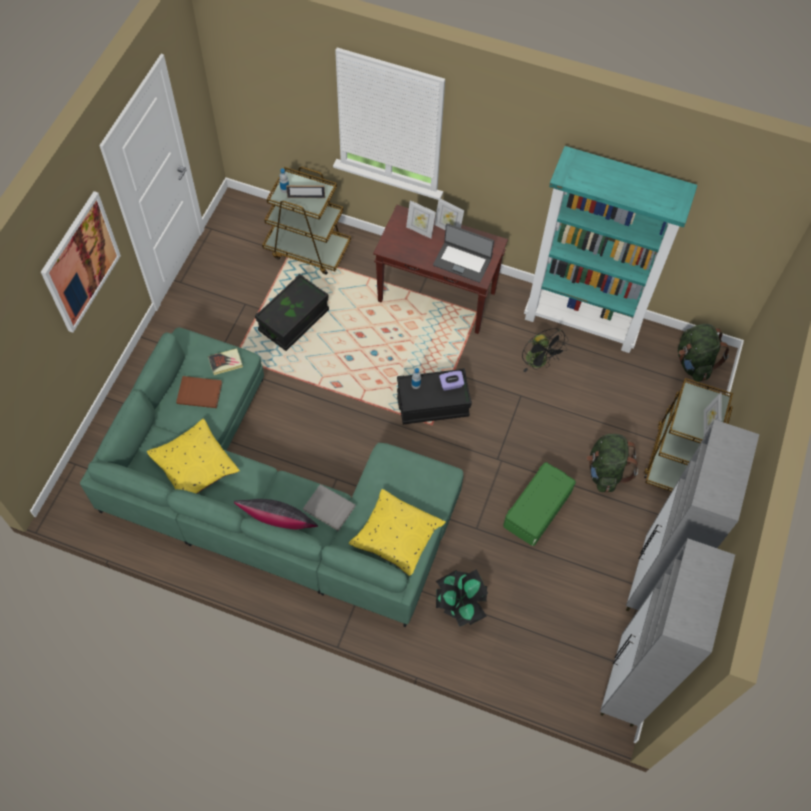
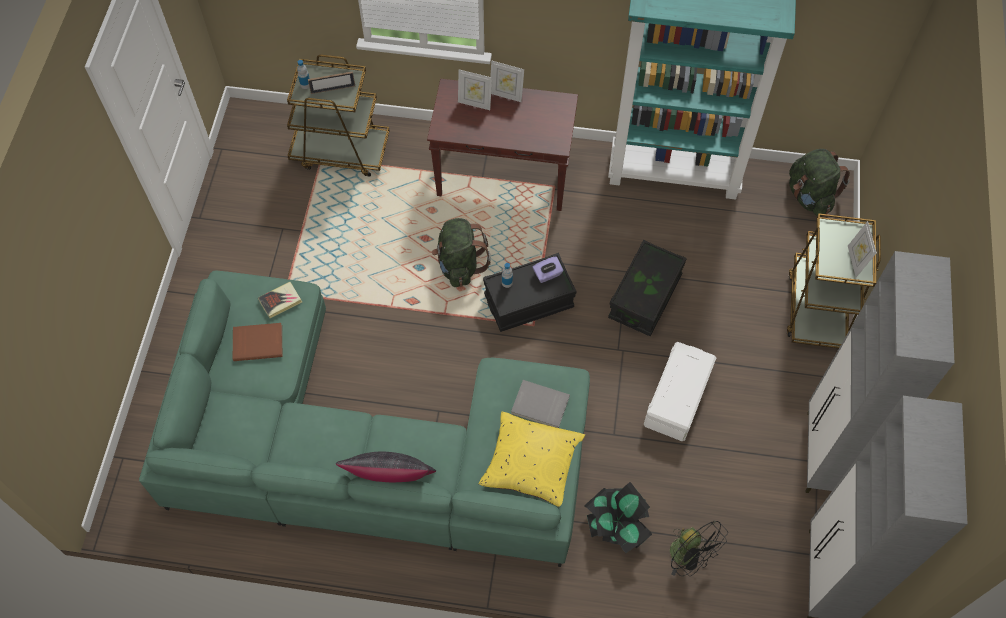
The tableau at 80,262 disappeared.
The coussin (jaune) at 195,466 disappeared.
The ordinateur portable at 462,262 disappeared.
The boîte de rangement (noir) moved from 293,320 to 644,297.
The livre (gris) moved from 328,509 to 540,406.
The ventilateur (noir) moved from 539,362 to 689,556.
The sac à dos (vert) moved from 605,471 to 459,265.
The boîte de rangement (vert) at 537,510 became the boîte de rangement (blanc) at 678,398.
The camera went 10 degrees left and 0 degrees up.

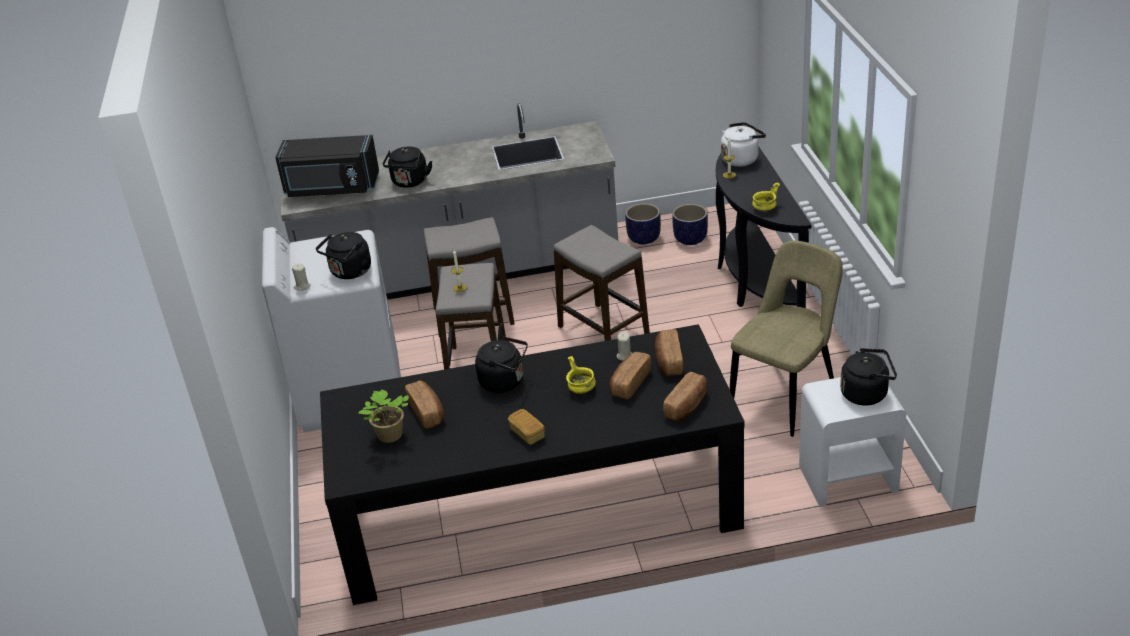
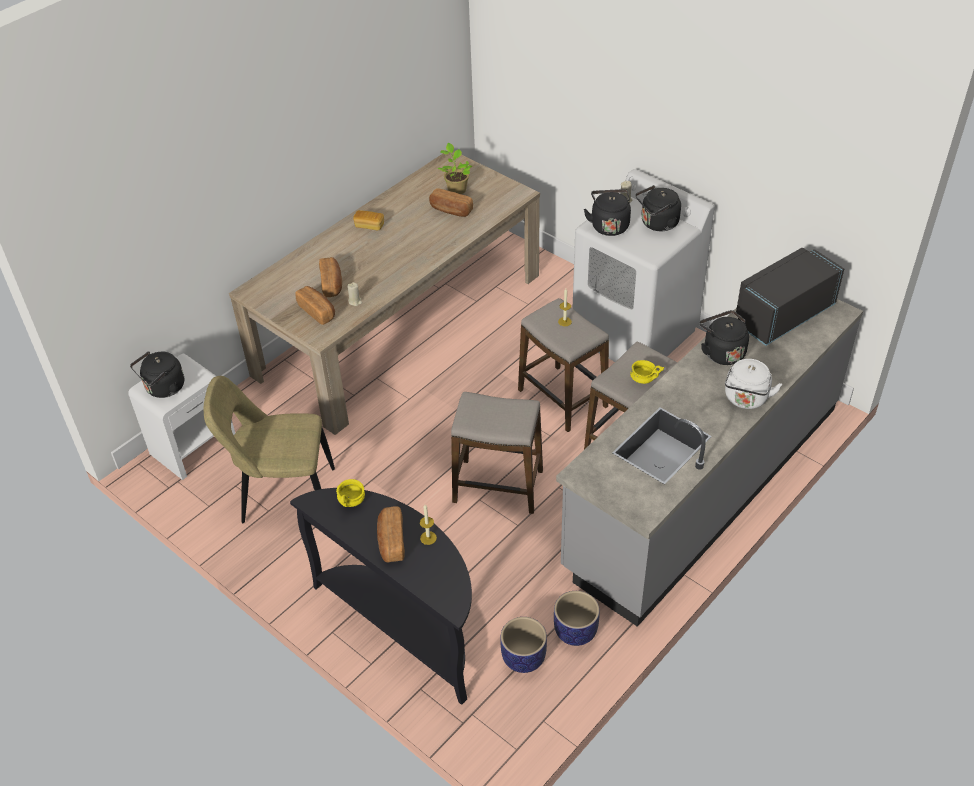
The bouilloire (noir) moved from 505,382 to 657,224.
The bol (jaune) moved from 581,389 to 643,379.
The pain moved from 687,406 to 391,541.
The bouilloire (blanc) moved from 741,159 to 746,399.
The table à manger (noir) at 538,511 became the table à manger (beige) at 400,324.
The chaise (beige) at 786,397 turned 90 degrees clockwise.
The camera went 140 degrees right and 10 degrees up.

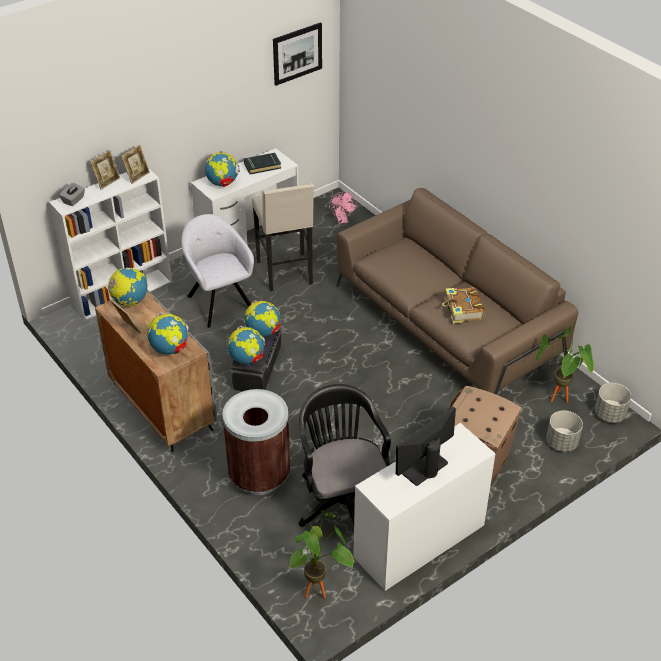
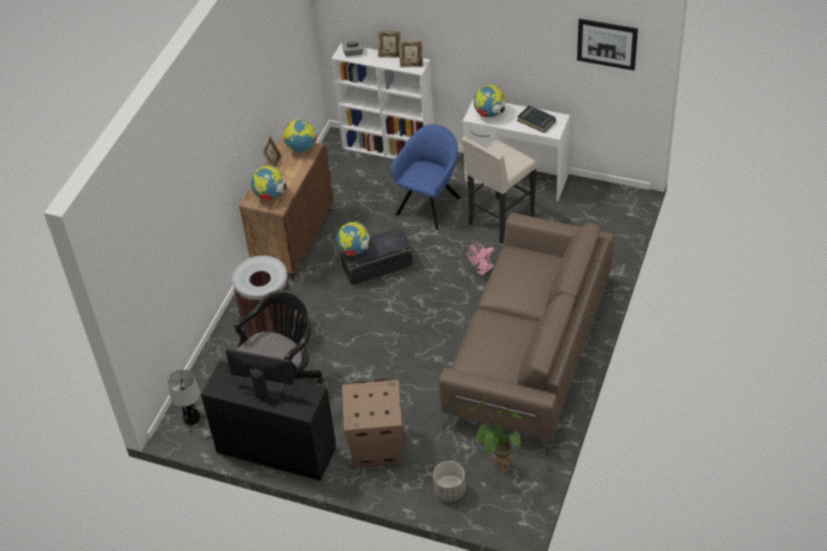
The globe at 263,332 disappeared.
The livre at 462,310 disappeared.
The cache-pot (gris) at 610,414 disappeared.
The ventilateur (rose) moved from 342,220 to 482,271.
The plante en pot at 320,591 was replaced by the lampe de table at 192,417.
The meuble de rangement (gris) at 161,406 became the meuble de rangement (marron) at 294,239.
The fauteuil (gris) at 219,301 became the fauteuil (bleu) at 429,204.
The bureau (blanc) at 419,541 became the bureau (noir) at 276,450.
The camera went 60 degrees right and 5 degrees up.

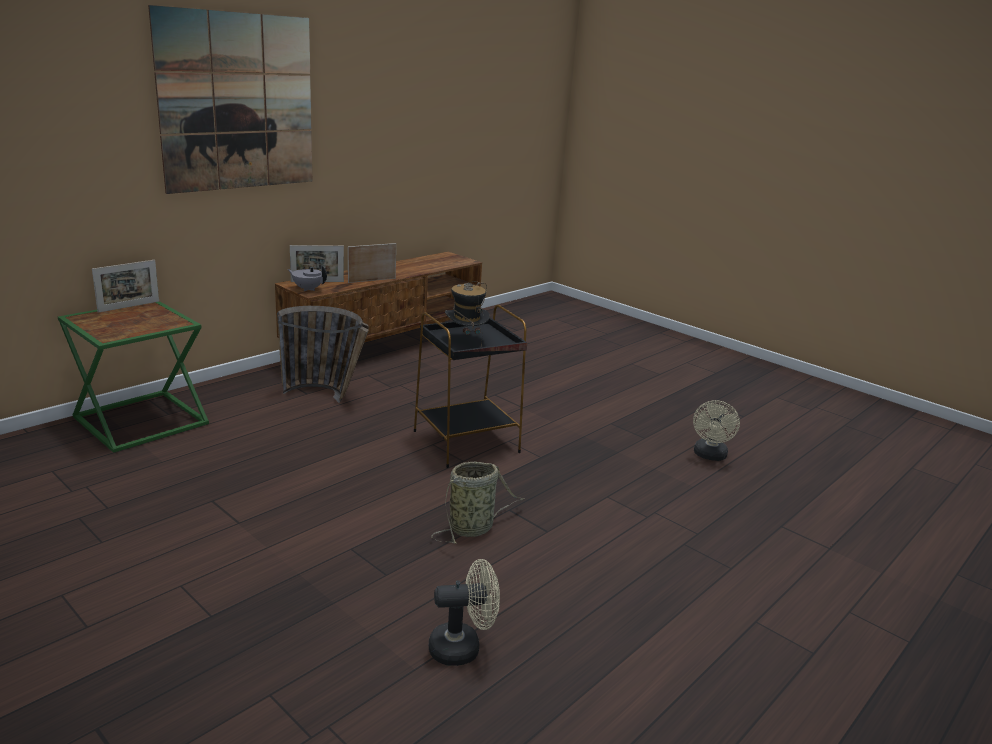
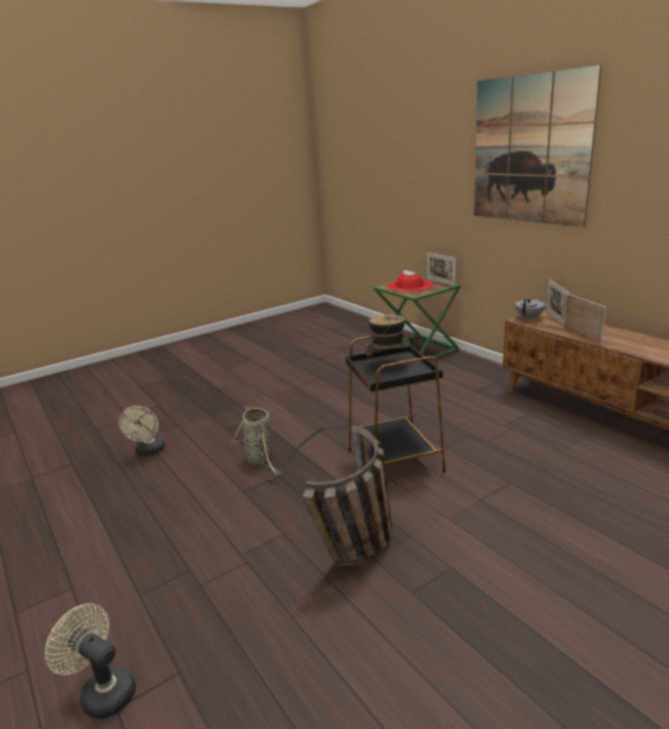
The chapeau (rouge) at 409,286 appeared.
The panier moved from 328,396 to 354,551.
The ventilateur (beige) moved from 709,456 to 103,691.
The camera went 105 degrees right and 0 degrees up.

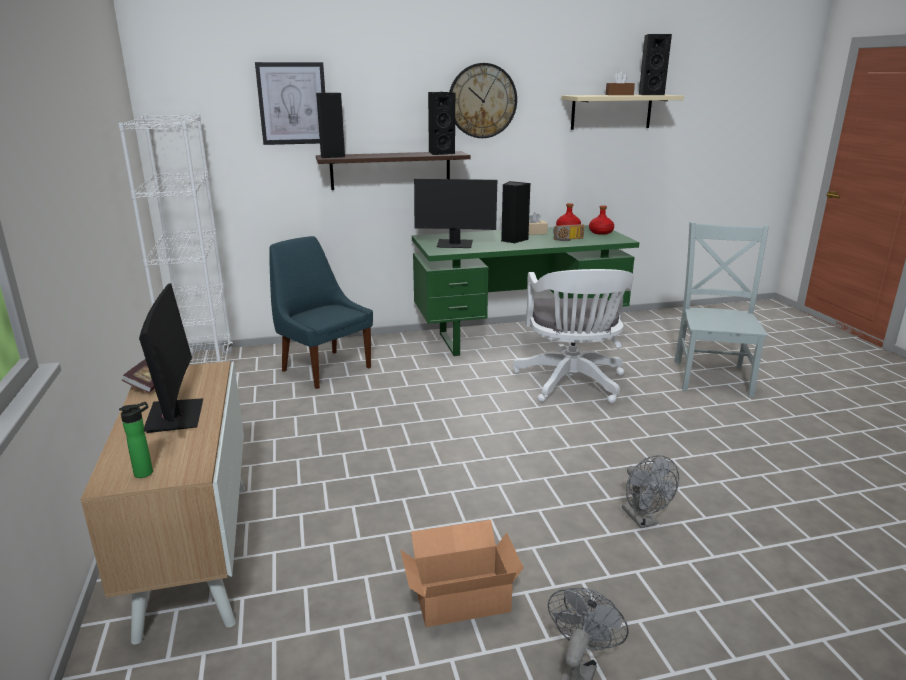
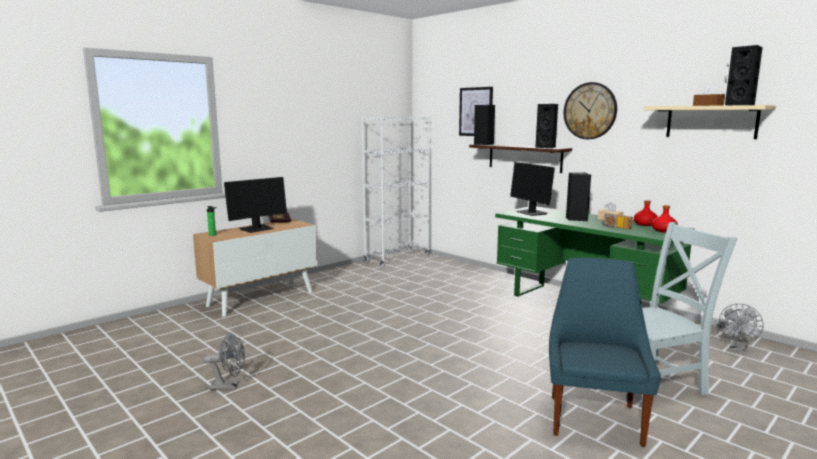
The carton at 458,596 disappeared.
The chaise de bureau (blanc) at 571,384 disappeared.
The chaise (bleu) moved from 324,368 to 594,418.
The ventilateur (gris) moved from 643,520 to 738,349.
The camera went 60 degrees right and 10 degrees down.

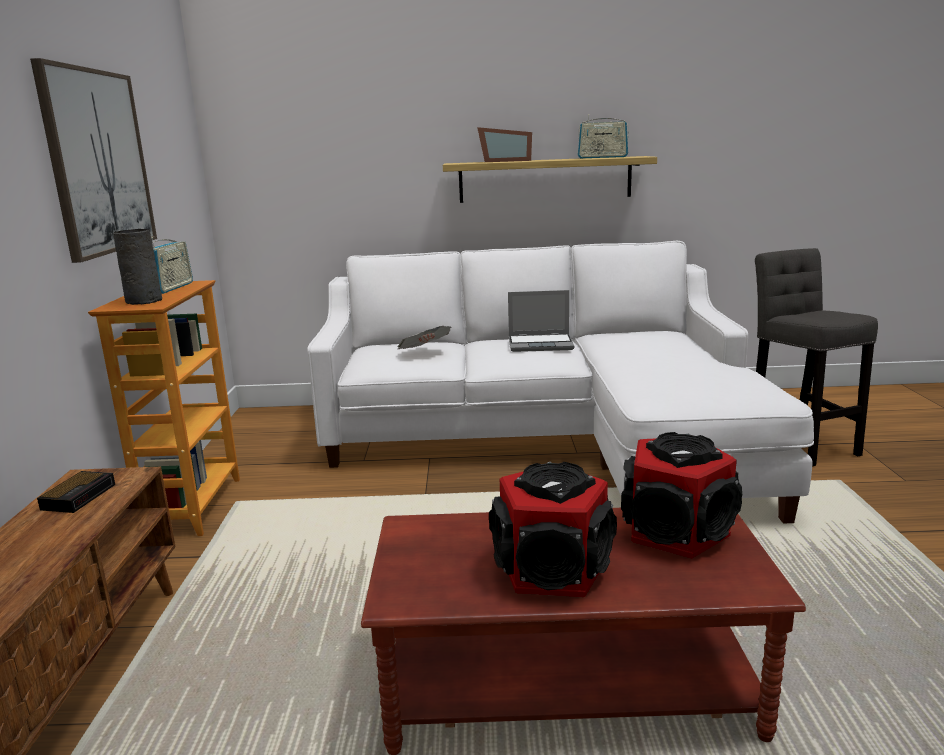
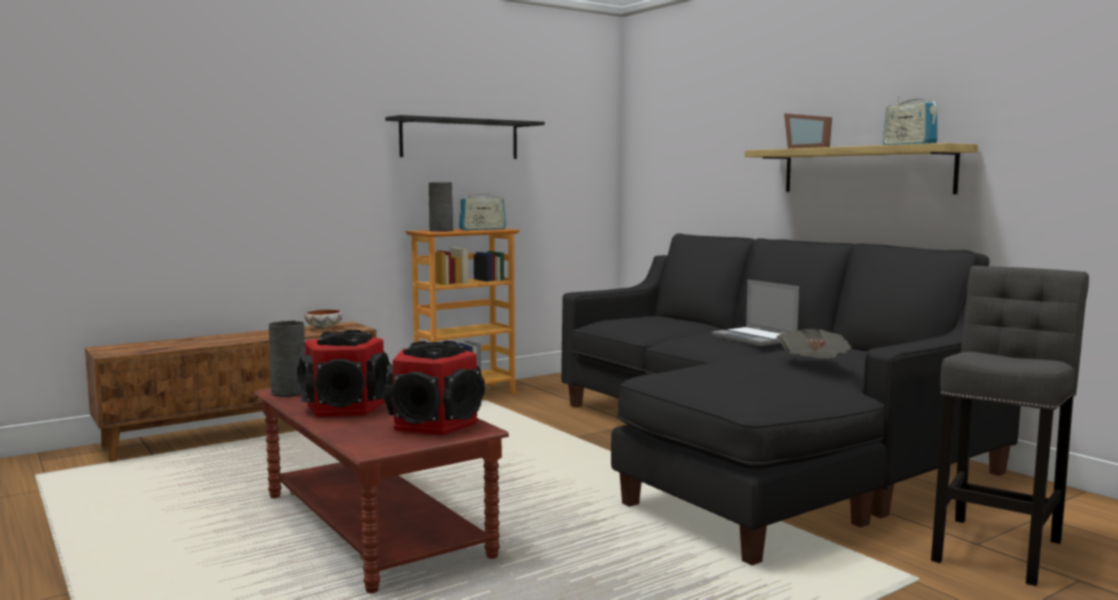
The vase (gris) at 290,393 appeared.
The journal moved from 424,353 to 814,364.
The tableau at 98,162 was replaced by the étagère (noir) at 460,139.
The réveil at 80,496 was replaced by the bol at 324,328.
The canapé (blanc) at 552,440 became the canapé (noir) at 753,449.
The camera went 55 degrees right and 10 degrees down.

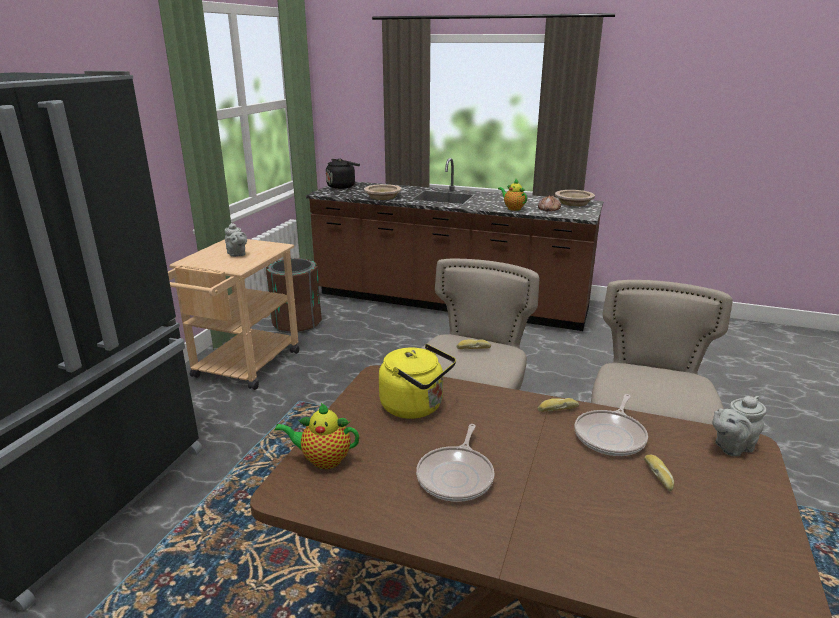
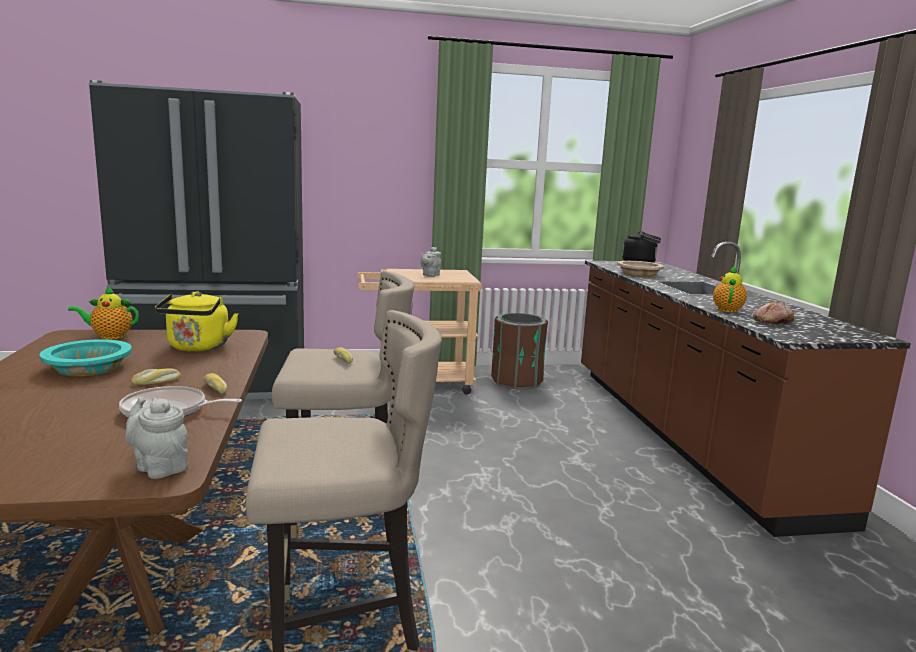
The bol (beige) at 573,203 disappeared.
The pain moved from 659,476 to 157,382.
The poêle at 456,476 was replaced by the bol (turquoise) at 89,367.
The théière at 323,460 turned 75 degrees counterclockwise.
The camera went 60 degrees right and 10 degrees down.

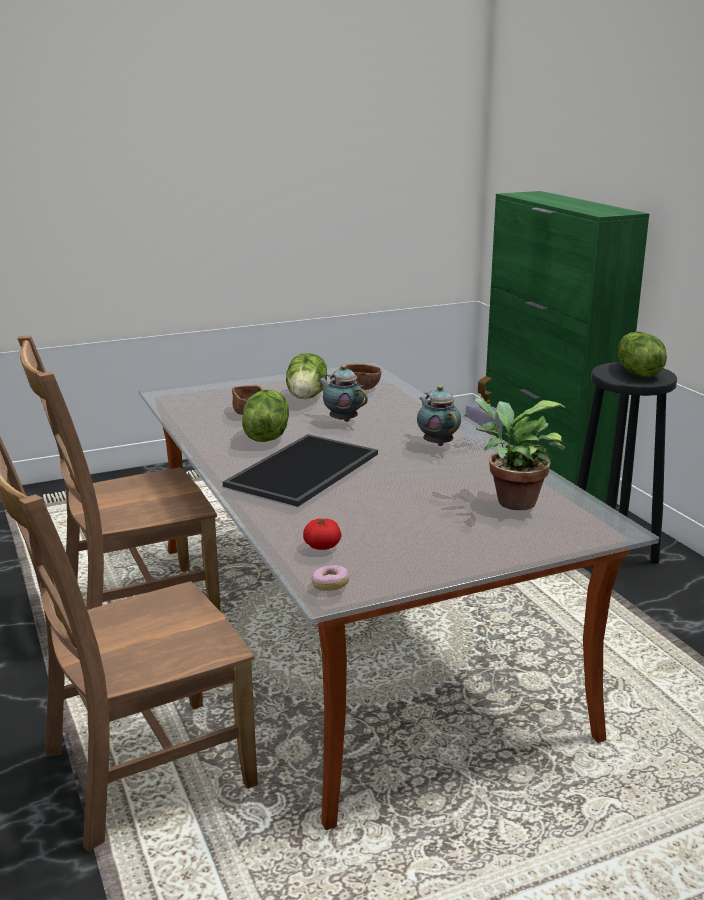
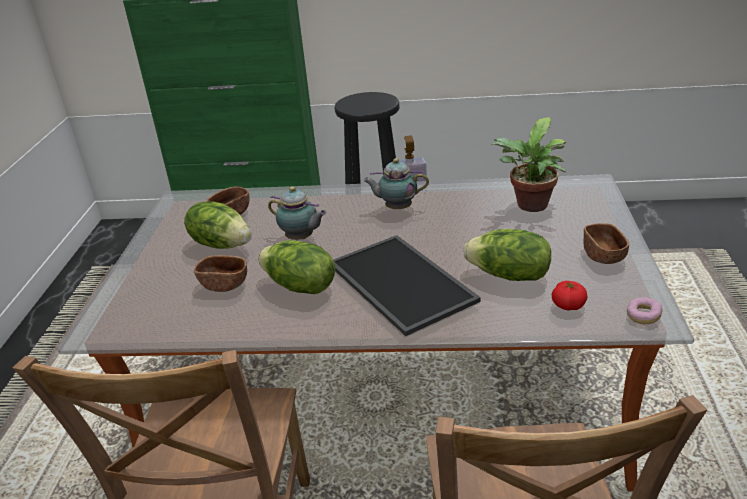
The bol (marron) at 603,255 appeared.
The laitue moved from 637,373 to 509,276.
The théière at 342,420 turned 135 degrees counterclockwise.
The camera went 60 degrees left and 10 degrees up.

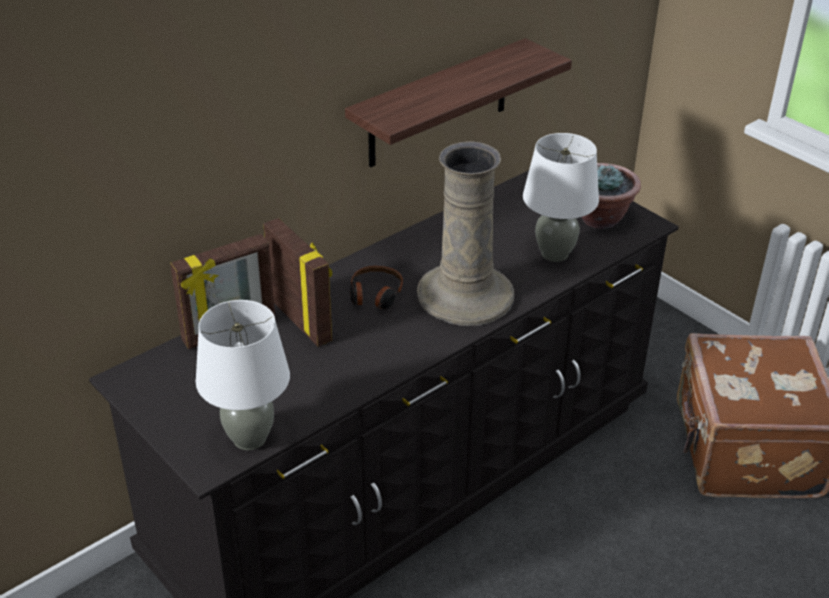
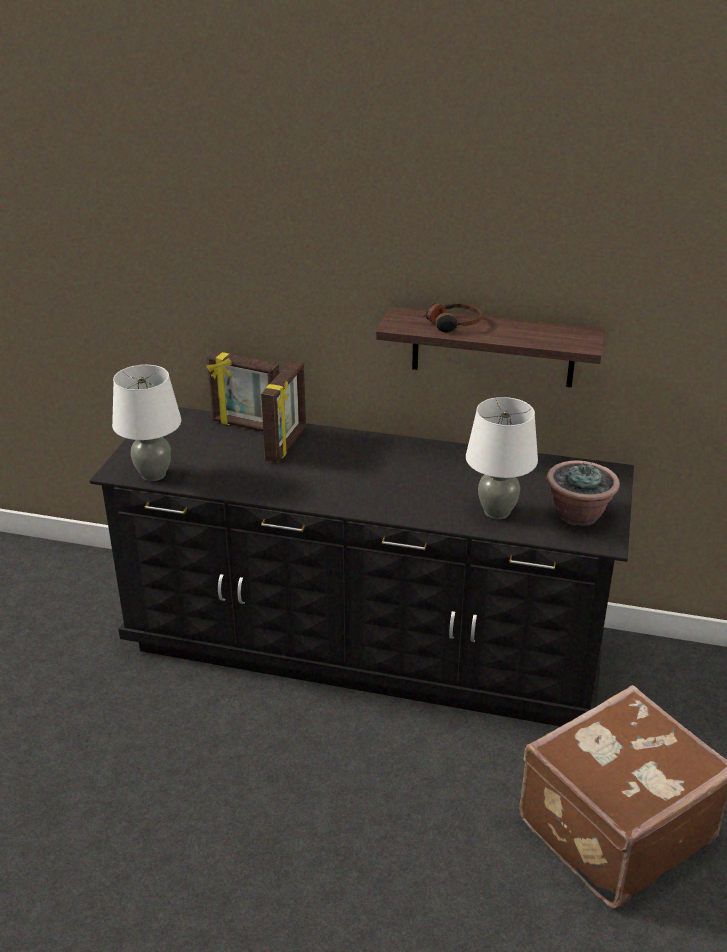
The vase (beige) at 466,296 disappeared.
The casque audio moved from 375,295 to 452,324.
The camera went 55 degrees right and 5 degrees down.

